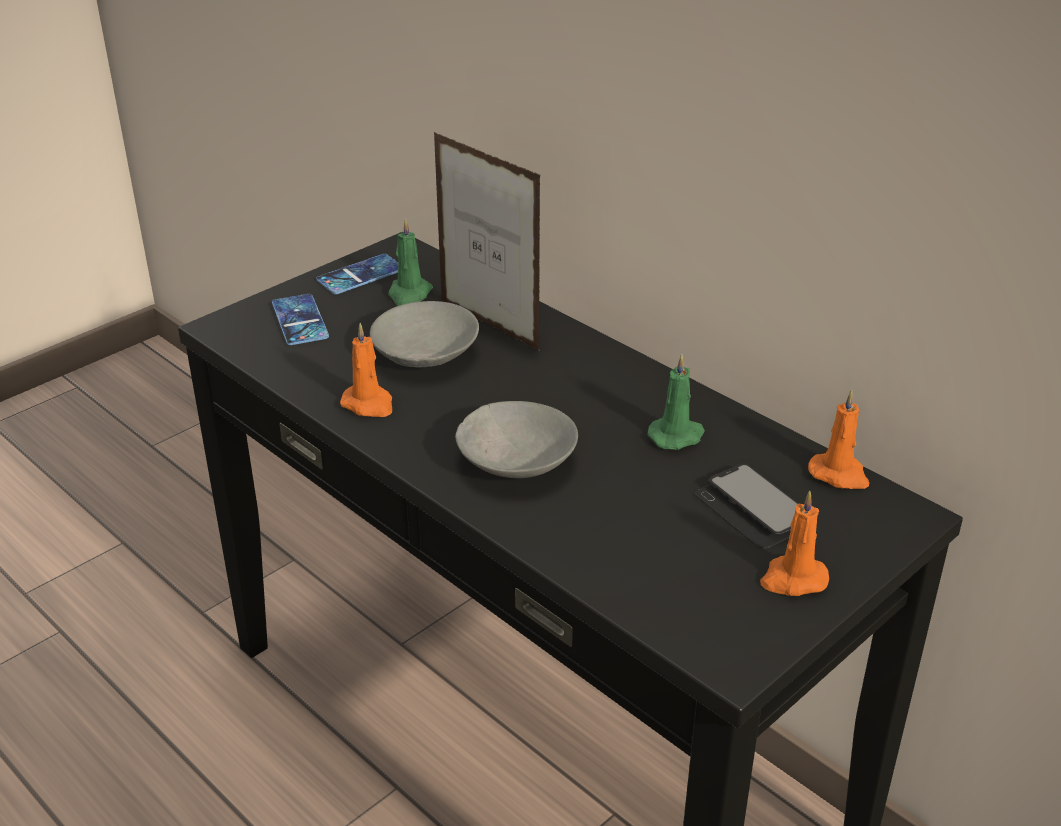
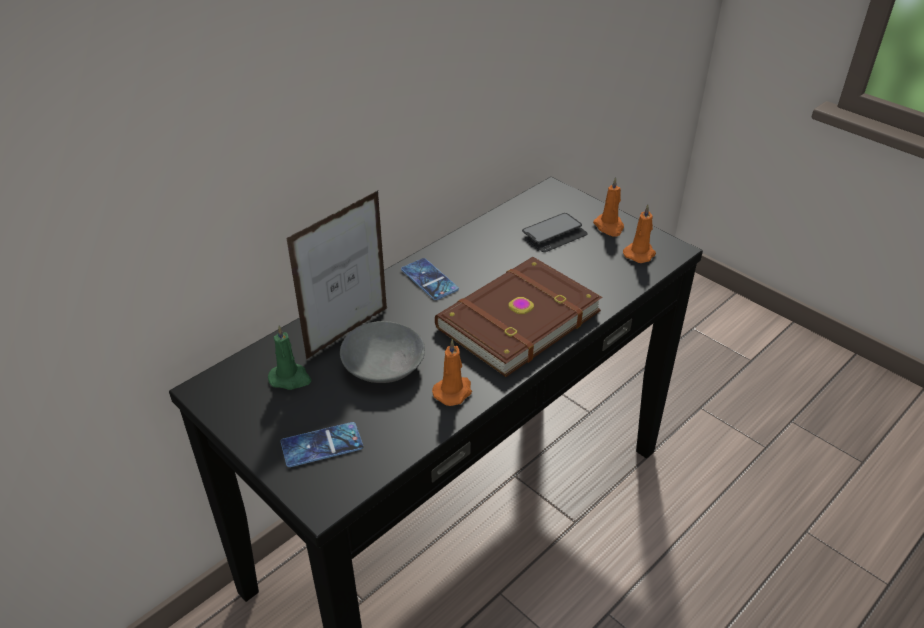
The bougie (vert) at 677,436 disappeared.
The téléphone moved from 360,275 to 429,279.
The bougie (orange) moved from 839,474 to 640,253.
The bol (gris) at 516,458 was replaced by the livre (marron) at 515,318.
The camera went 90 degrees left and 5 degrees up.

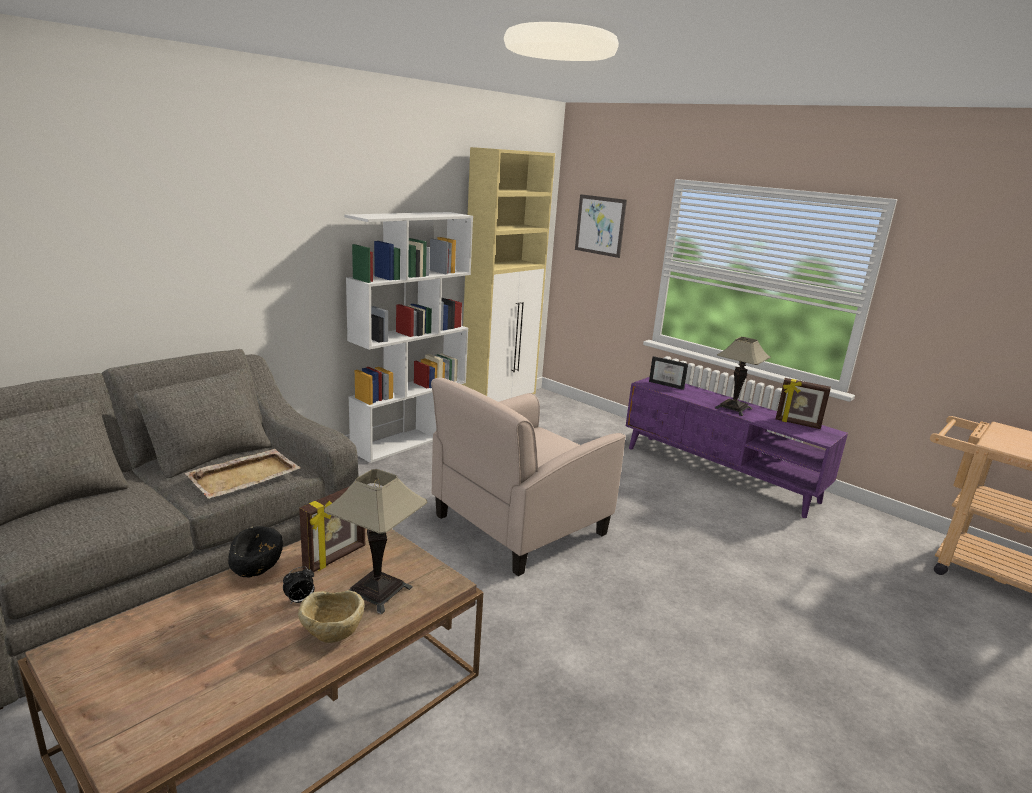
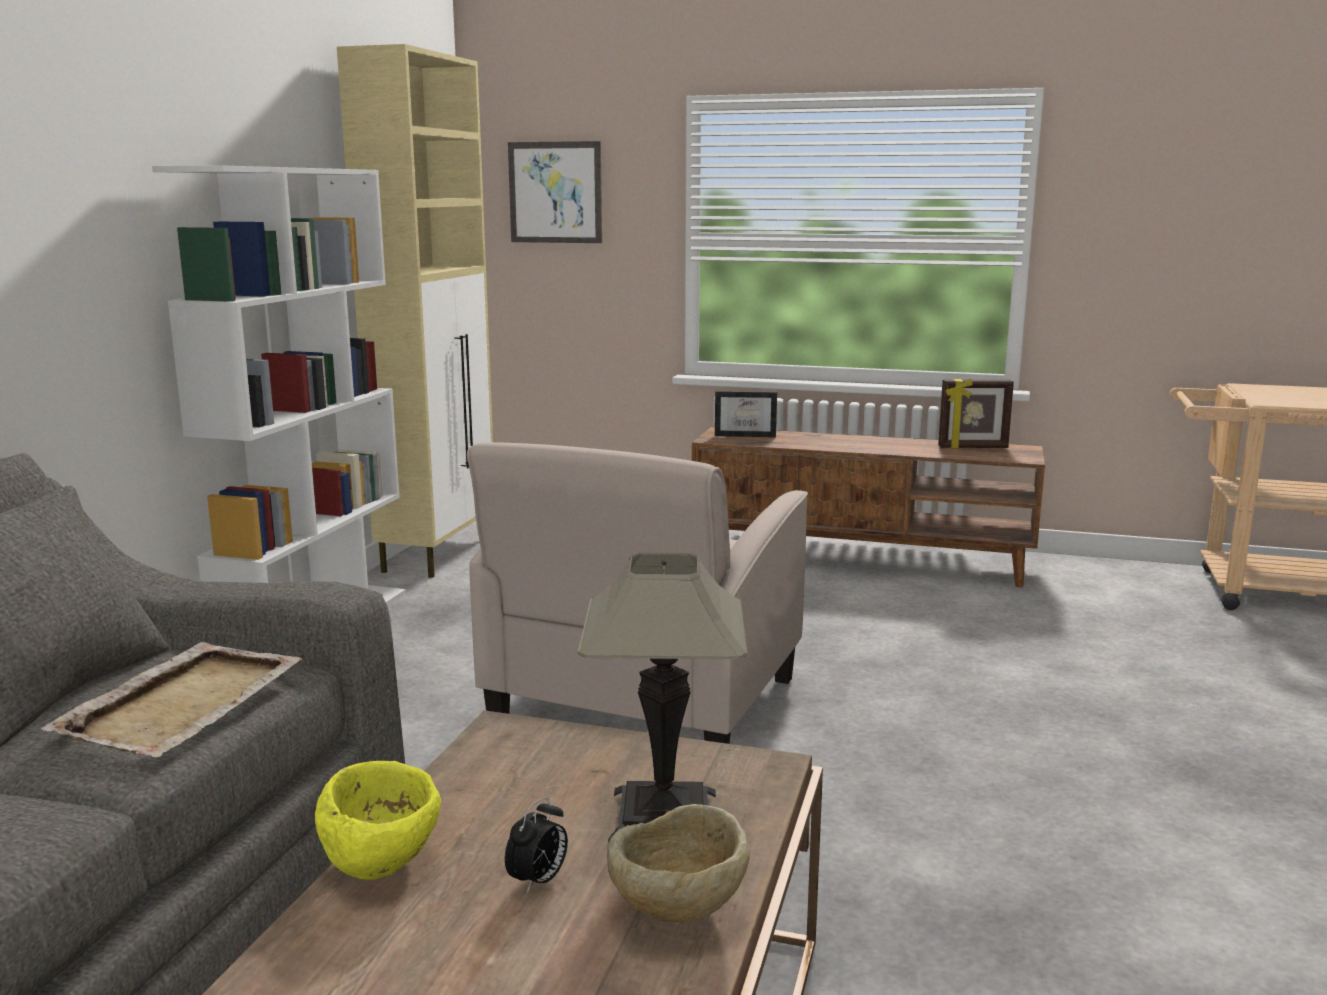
The cadre photo at 335,558 disappeared.
The lampe de table at 733,408 disappeared.
The bol (noir) at 257,571 became the bol (jaune) at 384,863.
The meuble télé (violet) at 720,474 became the meuble télé (marron) at 861,561.
The camera went 25 degrees left and 5 degrees down.

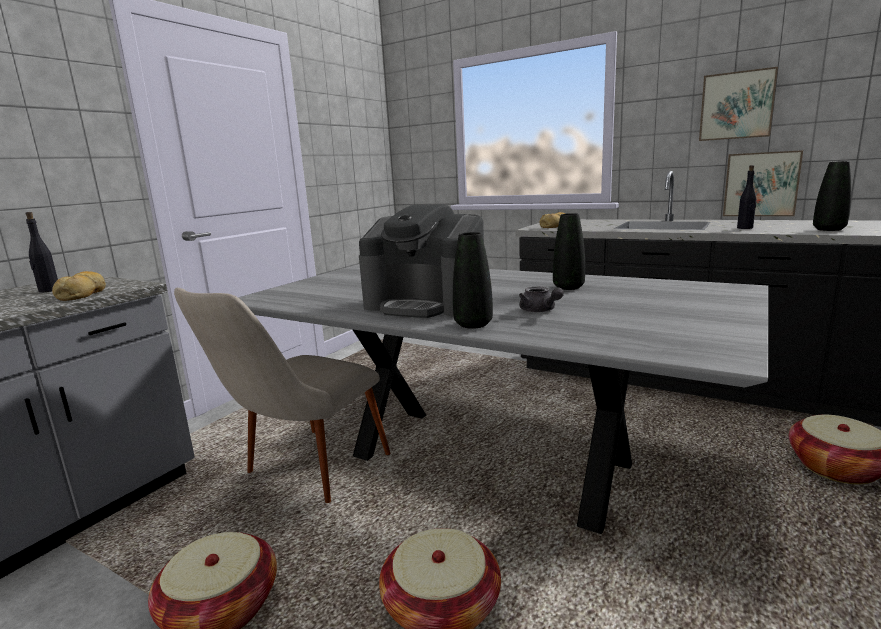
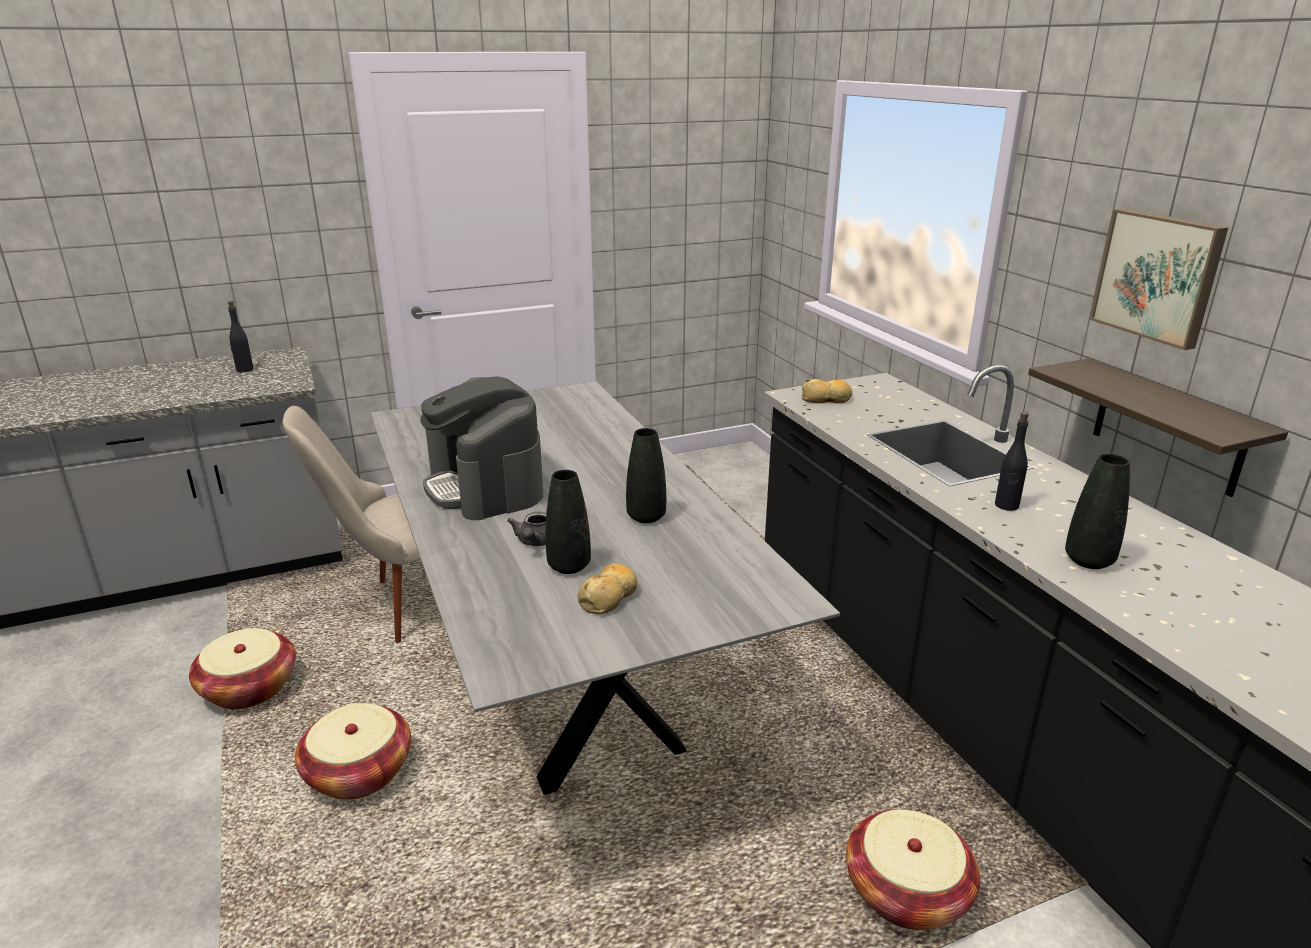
The pain moved from 83,294 to 609,597.
The vase (noir) moved from 473,324 to 569,566.
The tableau at 761,184 was replaced by the étagère at 1168,427.
The camera went 35 degrees right and 10 degrees up.

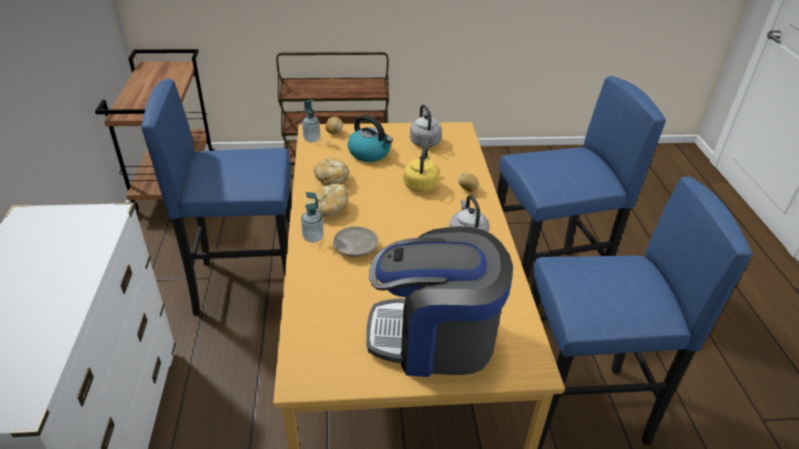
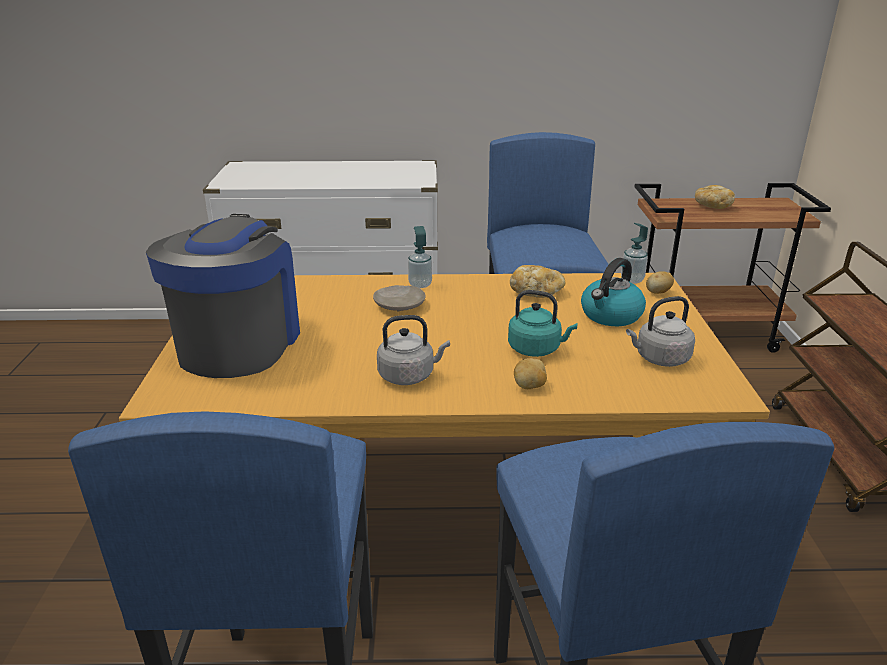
The pain moved from 328,210 to 711,206.
The bouilloire (jaune) at 421,184 became the bouilloire (turquoise) at 537,349.
The camera went 95 degrees right and 10 degrees down.

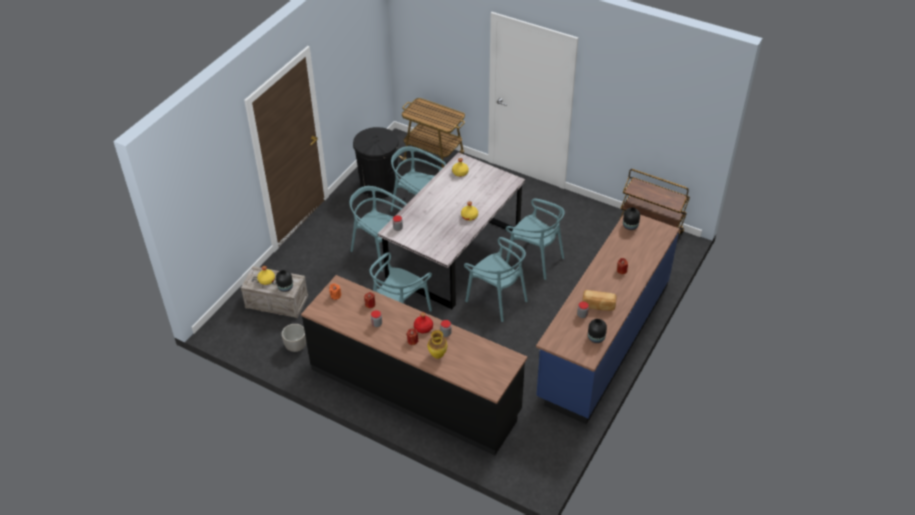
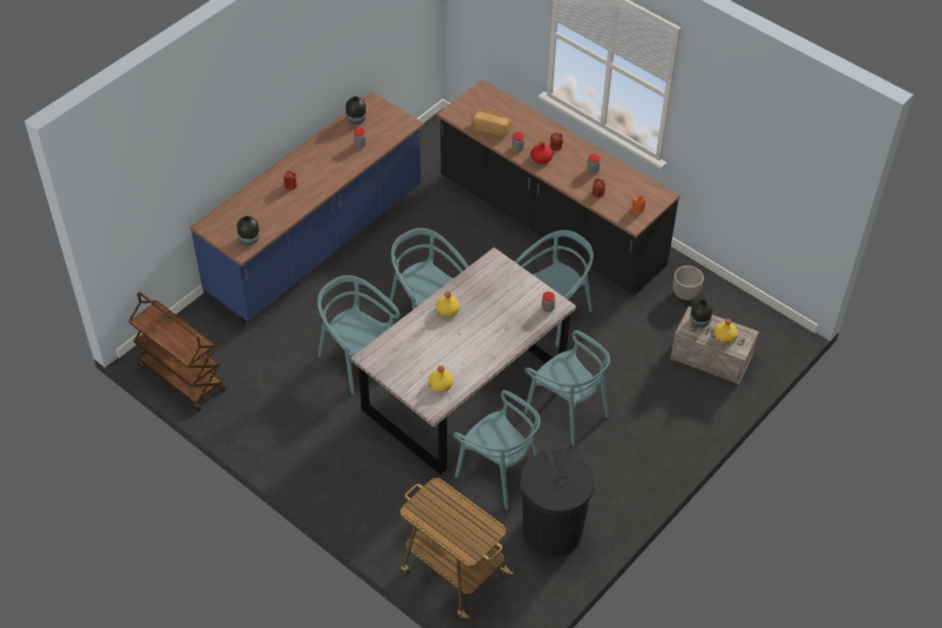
The vase at 438,355 disappeared.
The pain moved from 598,305 to 491,128.
The camera went 170 degrees left and 5 degrees up.

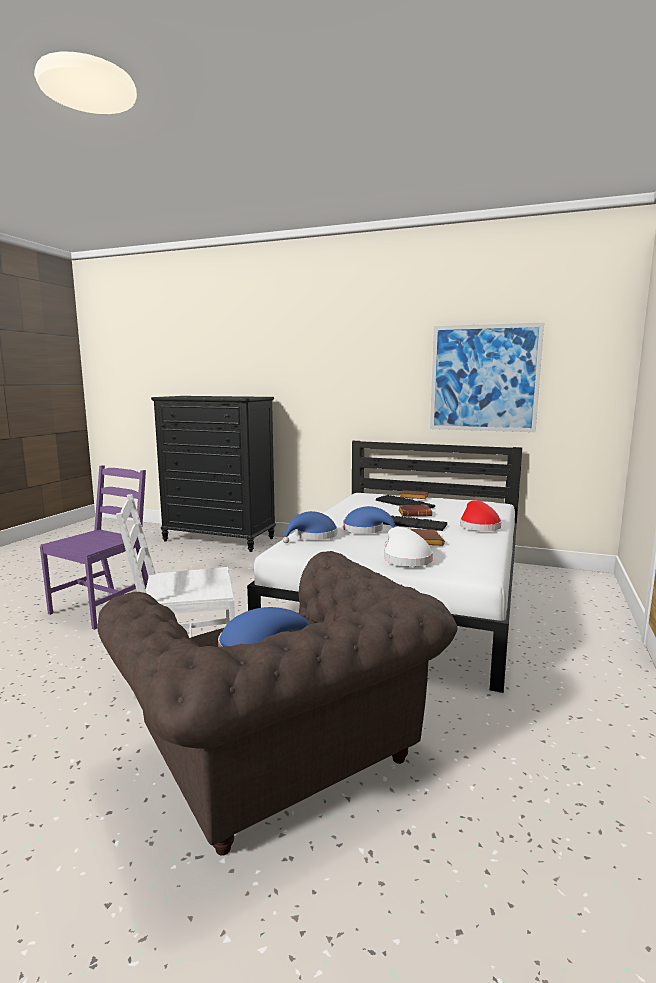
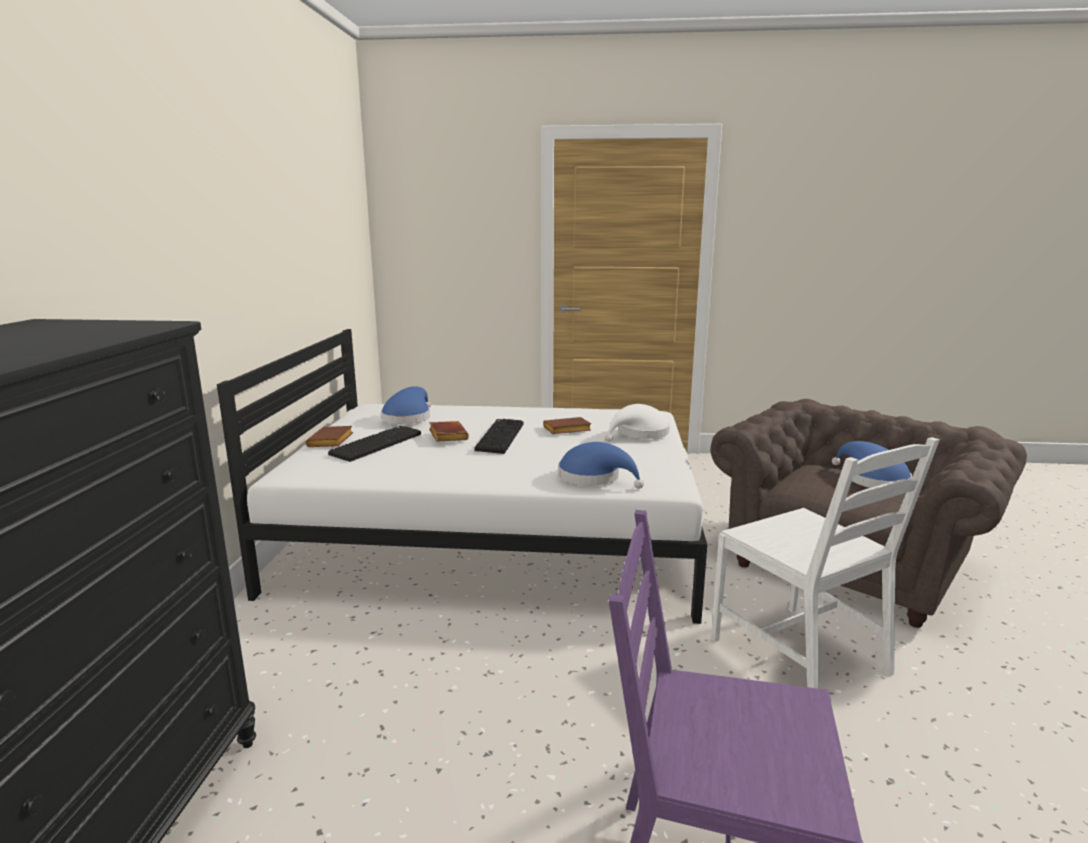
The tableau at 484,378 disappeared.
The chapeau (rouge) at 478,526 disappeared.
The chapeau (bleu) moved from 366,530 to 408,417.
The camera went 105 degrees left and 5 degrees up.

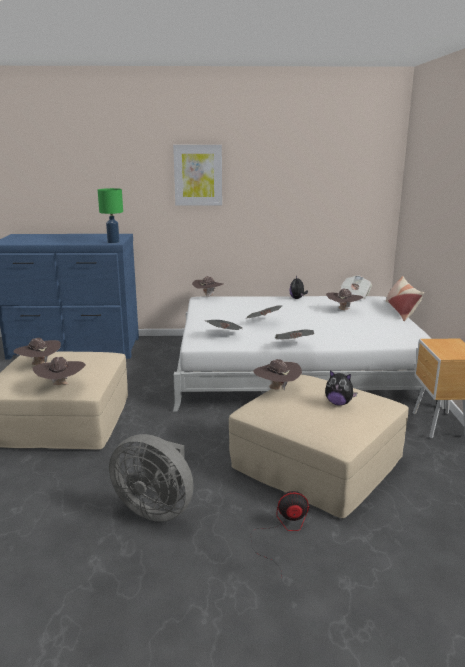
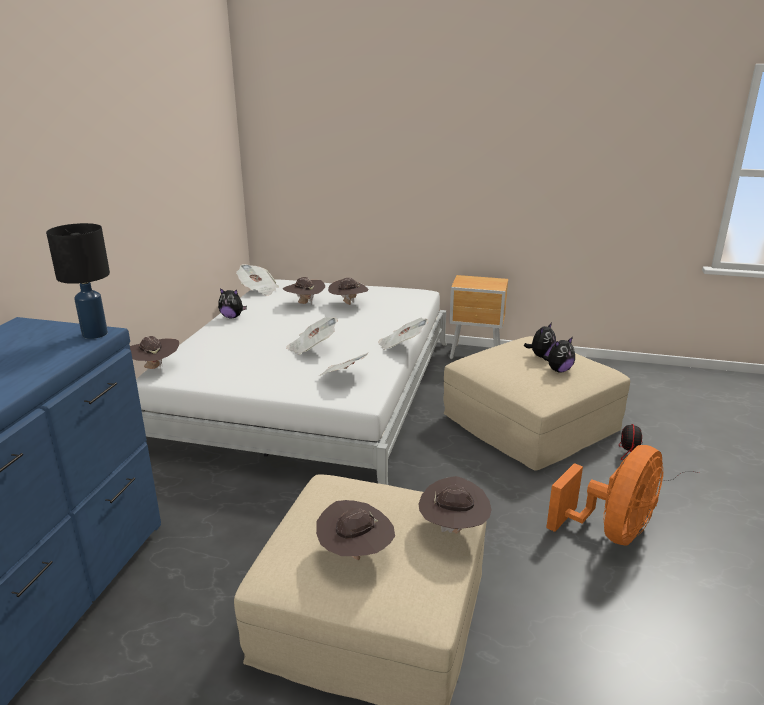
The tableau at 198,175 disappeared.
The coussin at 402,311 disappeared.
The peluche at 558,370 appeared.
The chapeau (marron) moved from 276,389 to 348,304.
The lampe de table (vert) at 113,242 became the lampe de table (noir) at 94,334.
The ventilateur (gris) at 156,508 became the ventilateur (orange) at 611,531.
The camera went 75 degrees left and 5 degrees up.

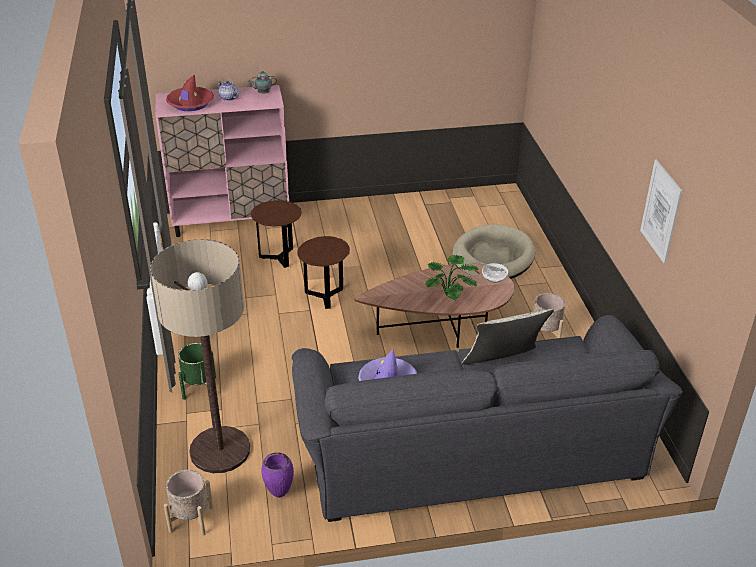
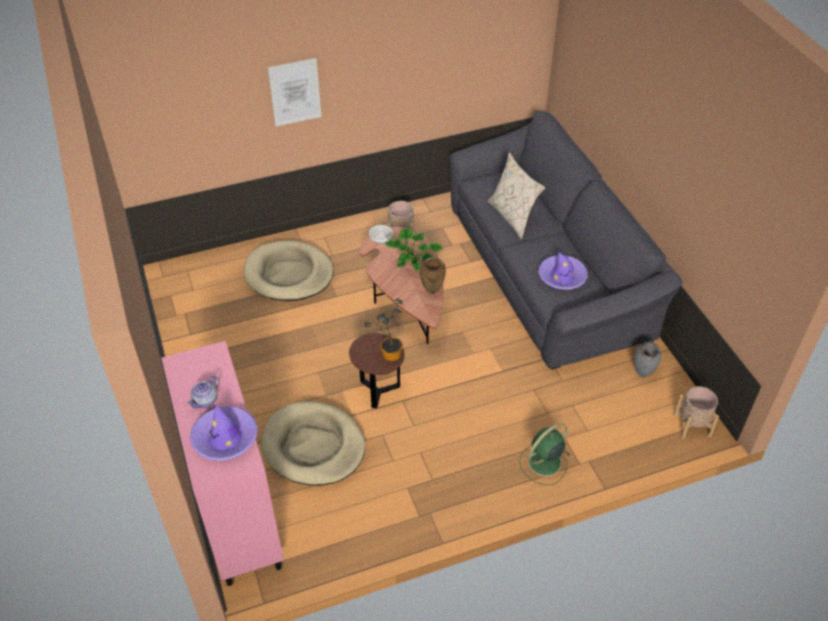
The lampadaire at 220,450 disappeared.
The théière at 263,93 disappeared.
The plante en pot at 388,353 appeared.
The vase (marron) at 432,291 appeared.
The tableau moved from 661,211 to 295,92.
The cache-pot (vert) at 199,388 was replaced by the ventilateur (vert) at 543,463.
The table d'appoint (marron) at 279,258 was replaced by the panier pour chien (beige) at 313,446.
The chapeau (rouge) at 190,103 became the chapeau (violet) at 225,438.
The vase (violet) at 279,495 became the vase (gris) at 643,375.
The camera went 100 degrees left and 10 degrees up.

